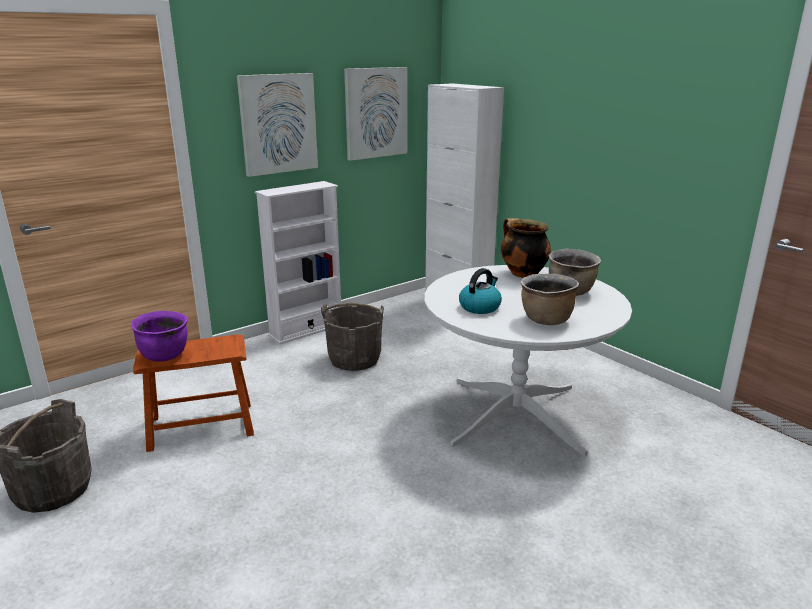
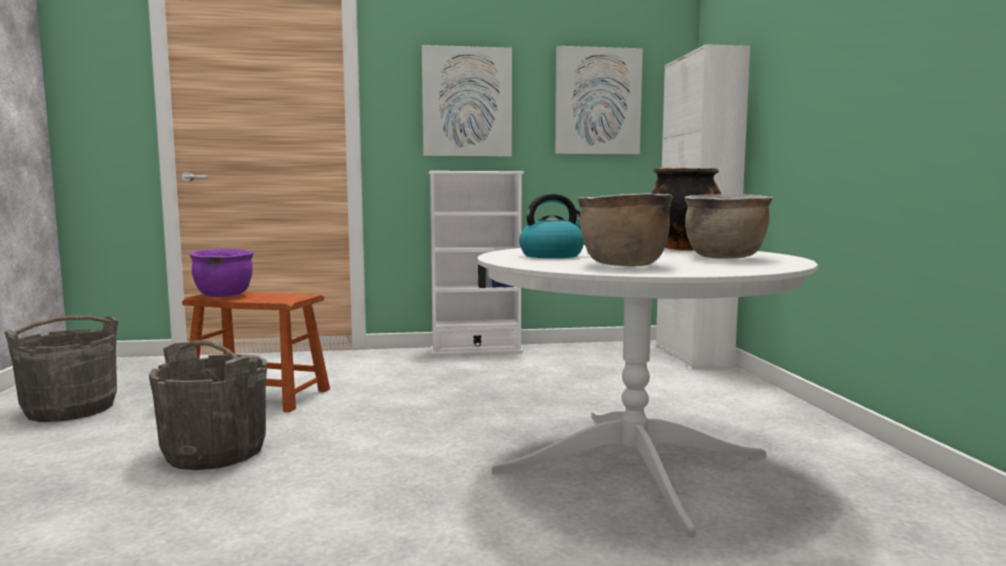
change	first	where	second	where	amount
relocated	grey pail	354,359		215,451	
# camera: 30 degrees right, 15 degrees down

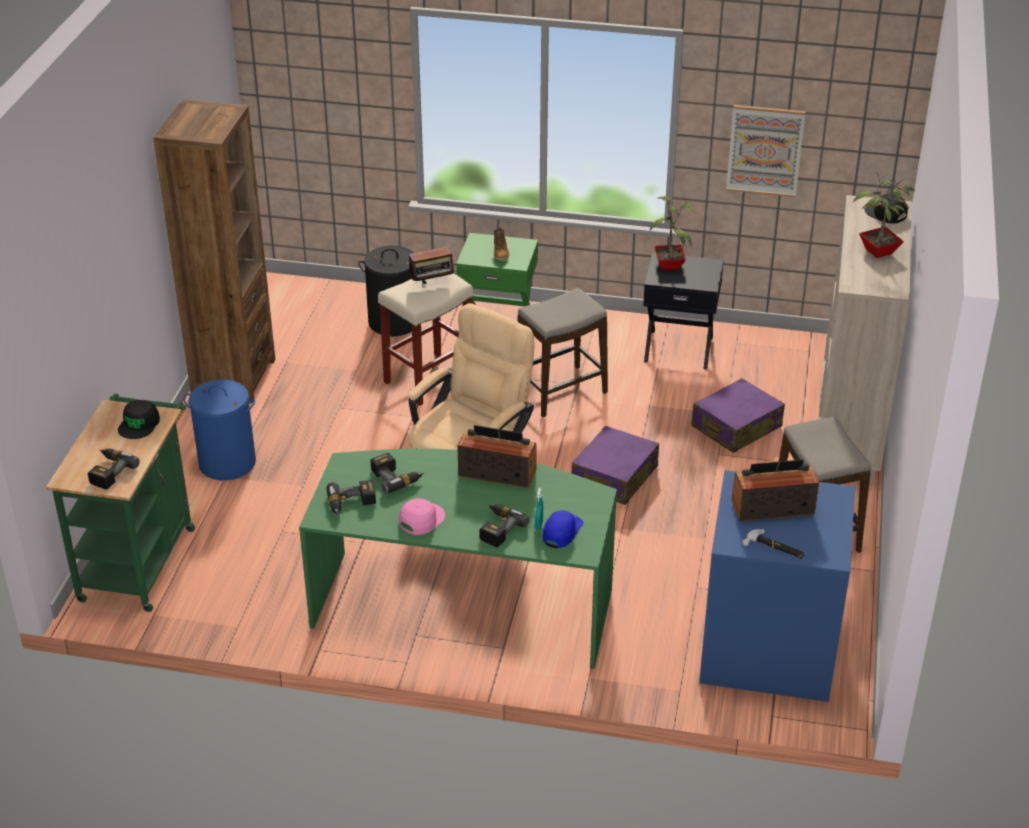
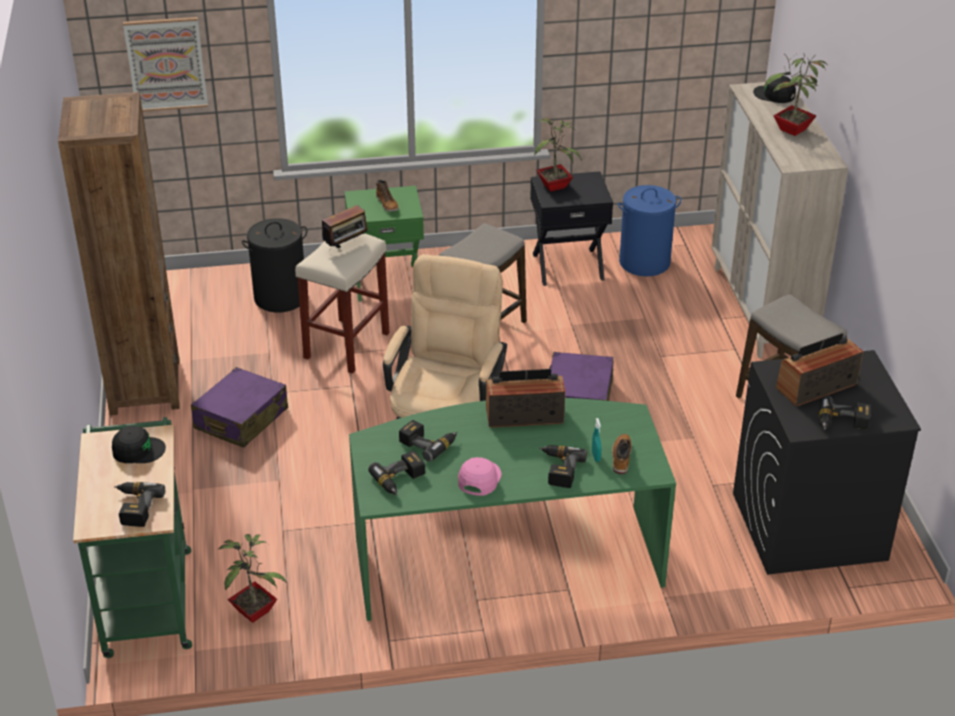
change	first	where	second	where	amount
spun	black cap	139,424		138,450	90 degrees counterclockwise
relocated	wall art	765,150		166,64	
relocated	purplish piece of luggage	736,427		241,419	
appeared			potted plant	255,611	
exchanged	bluish cap	561,531	boot	621,457	
relocated	bluish washing basket	228,463		645,262	
colour	bluish washing machine	767,649	black washing machine	808,526	
exchanged	hand hammer	774,548	electric drill	842,423	
# camera: 20 degrees left, 0 degrees up

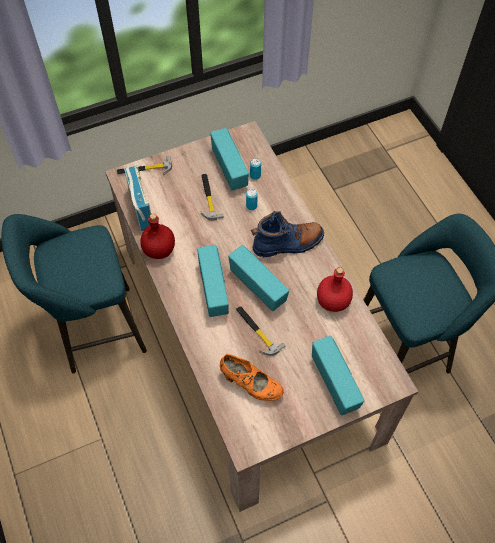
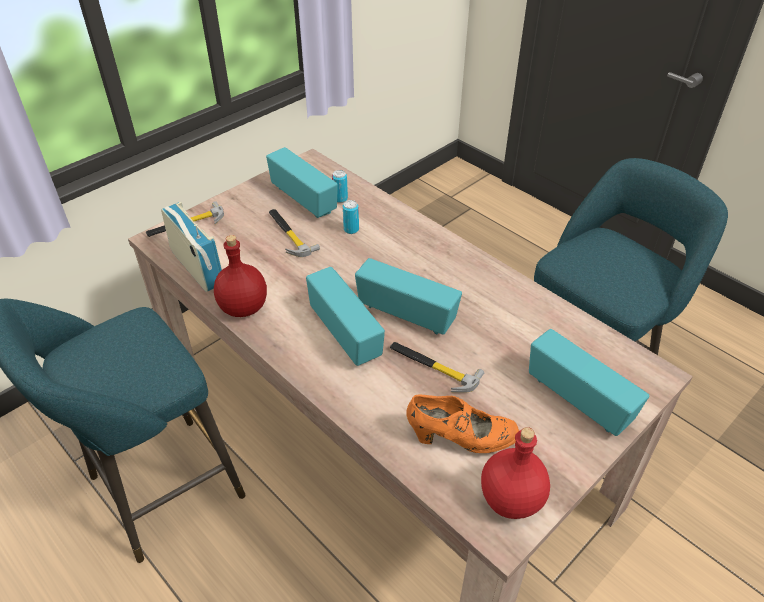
change	first	where	second	where	amount
relocated	red-coloured drink bottle	332,302		511,500	
missing	bluish boot	288,244			
# camera: 20 degrees left, 15 degrees down

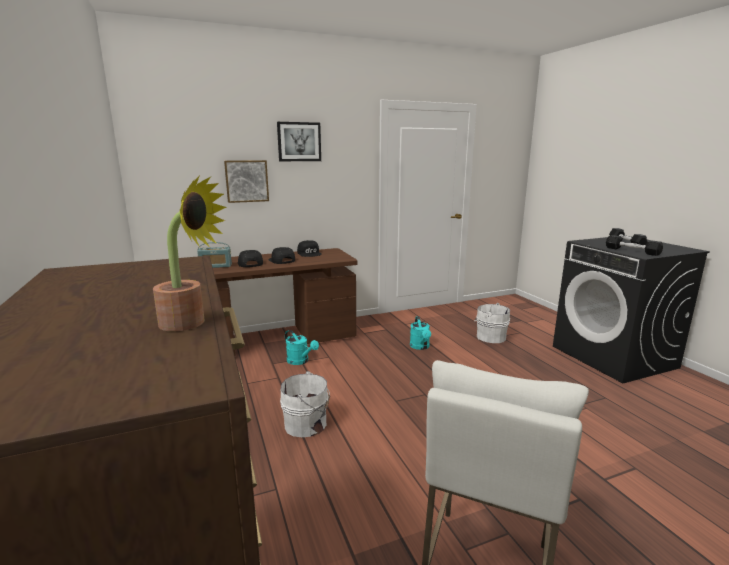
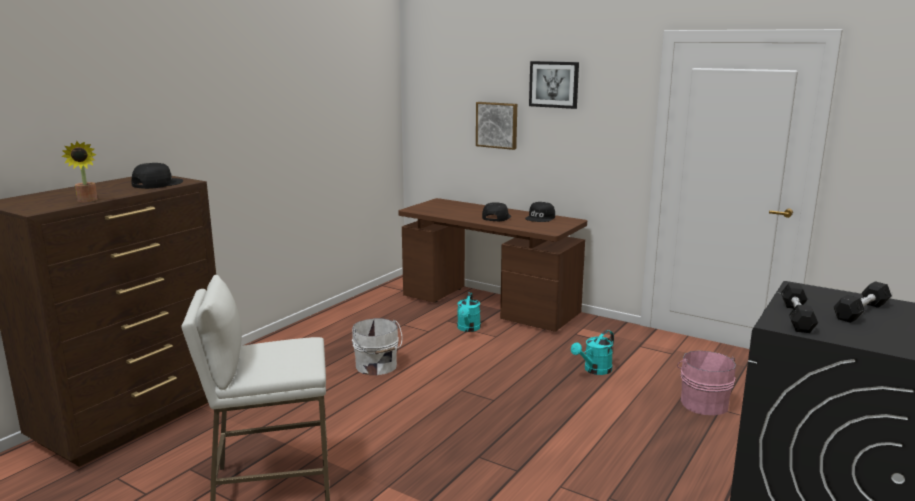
change	first	where	second	where	amount
relocated	black cap	249,263		157,184	
colour	white-coloured pail	489,337	pinkish pail	703,403	
missing	radio	215,266			
# camera: 55 degrees right, 0 degrees up

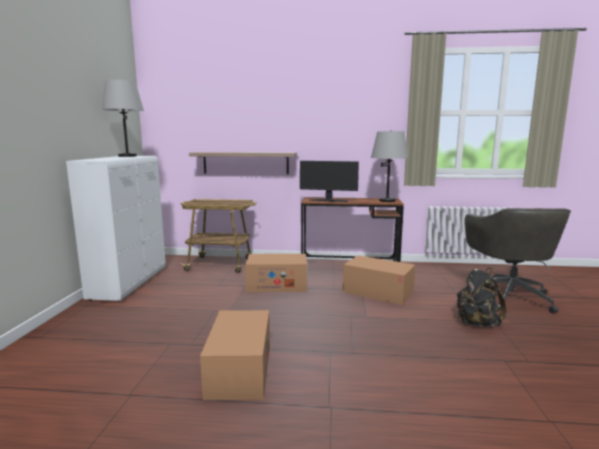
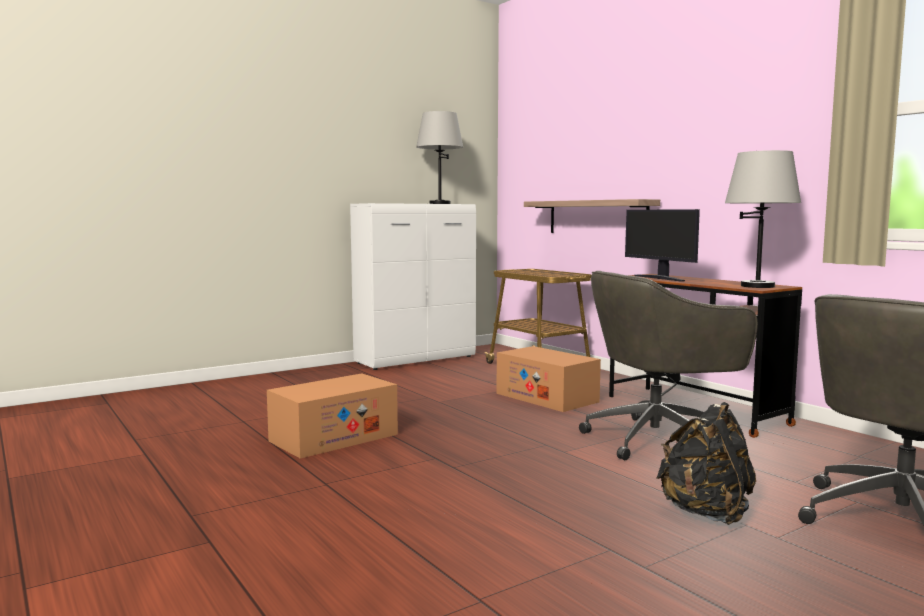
change	first	where	second	where	amount
exchanged	carton	378,292	grey office chair	659,439	
# camera: 50 degrees right, 5 degrees down

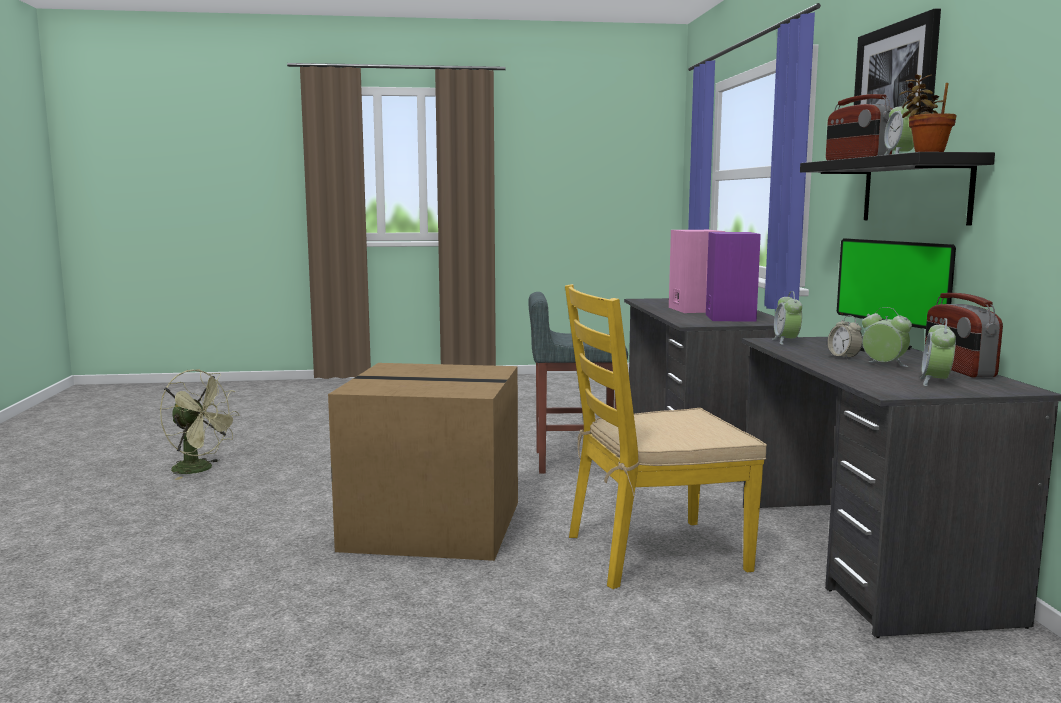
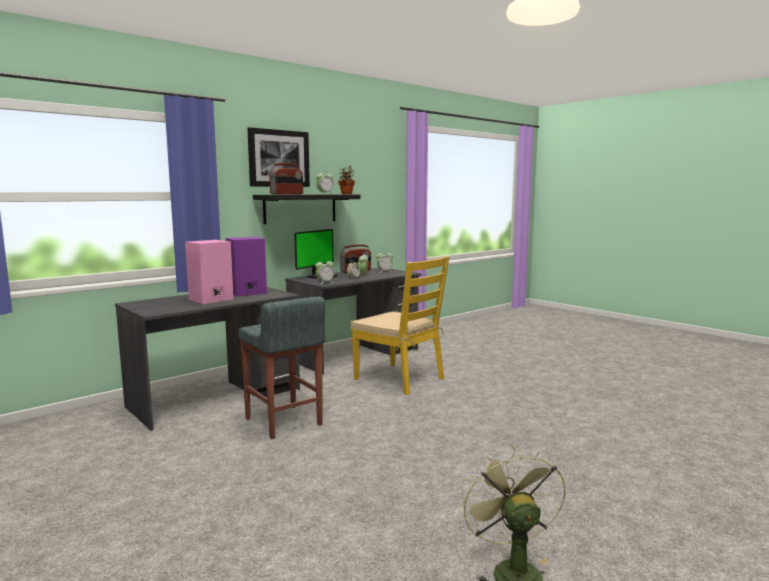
change	first	where	second	where	amount
missing	carton	436,524			
# camera: 125 degrees left, 0 degrees up

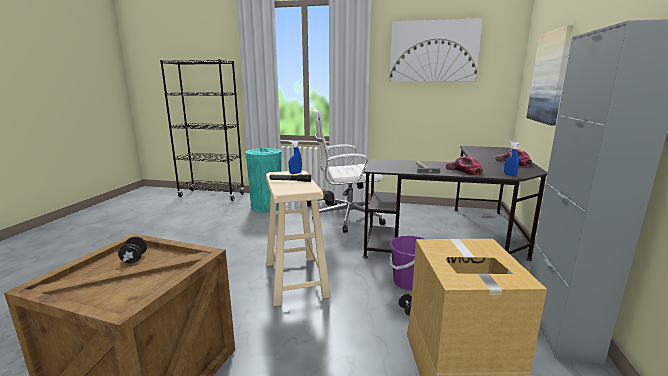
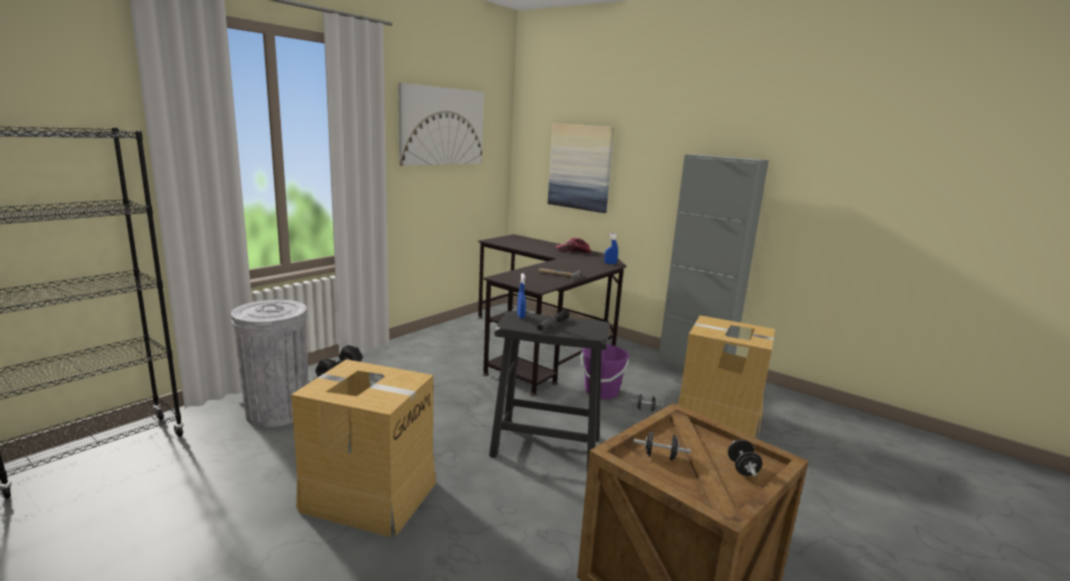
change	first	where	second	where	amount
colour	turquoise rubbish bin	266,207	grey rubbish bin	278,412	
appeared			carton	369,495	
colour	sand-coloured stool	295,279	black stool	547,447	
appeared			black free weight	742,469	
missing	white-coloured office chair	346,218			
missing	cap	463,171			
# camera: 65 degrees left, 0 degrees up

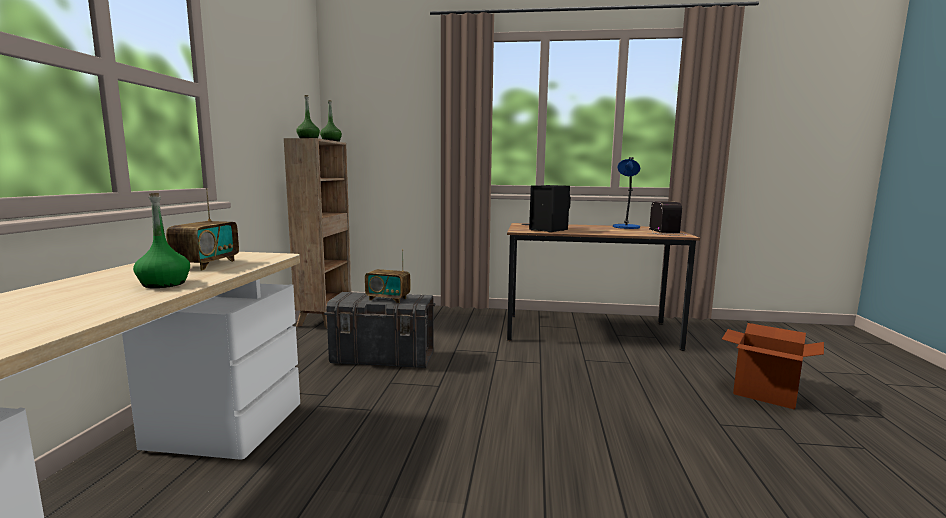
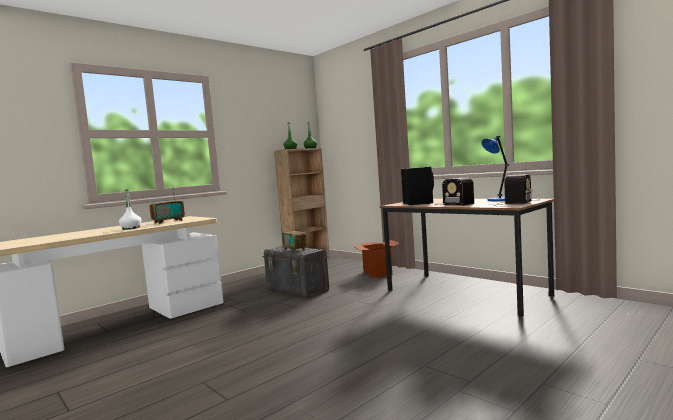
change	first	where	second	where	amount
colour	greenish drink bottle	164,284	white-coloured drink bottle	131,228	
relocated	carton	764,393		377,273	
appeared			radio	452,204	
# camera: 40 degrees right, 5 degrees down

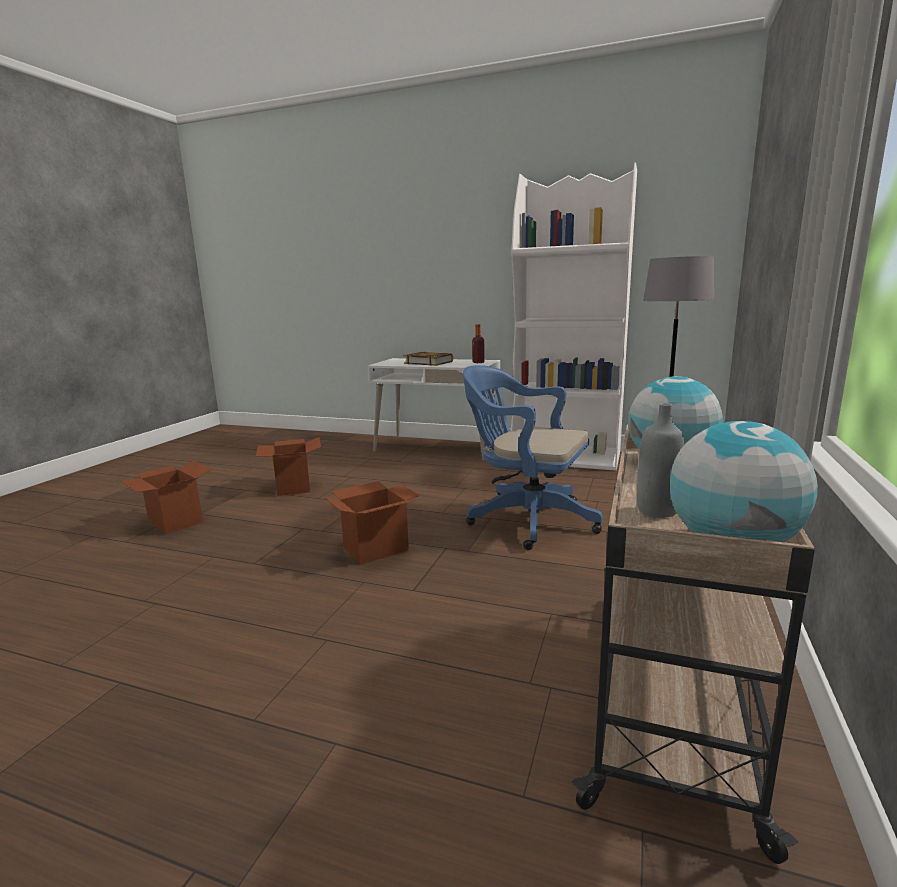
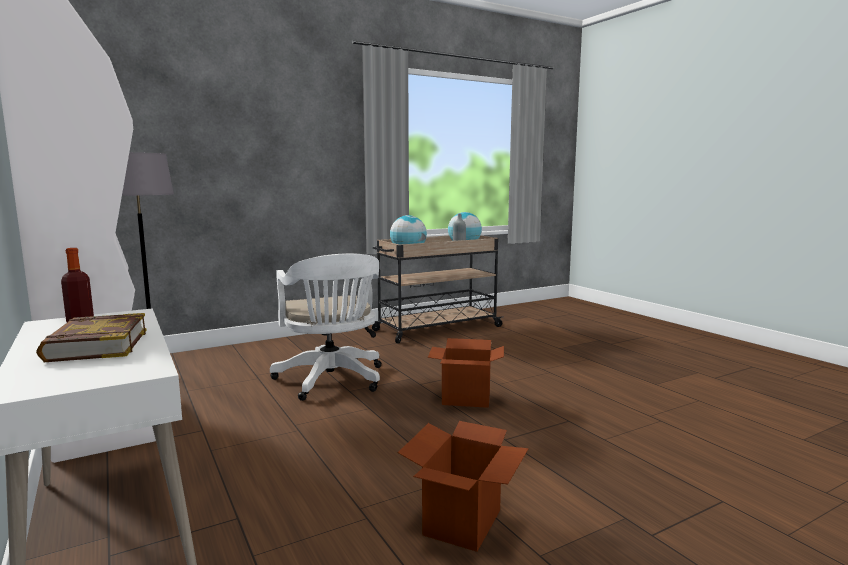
change	first	where	second	where	amount
colour	bluish office chair	526,519	white-coloured office chair	332,381	
missing	carton	175,522			
# camera: 140 degrees left, 5 degrees down

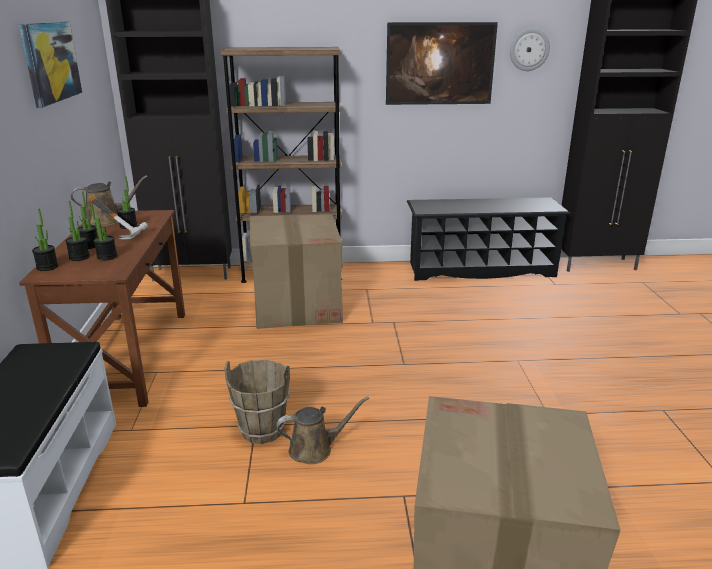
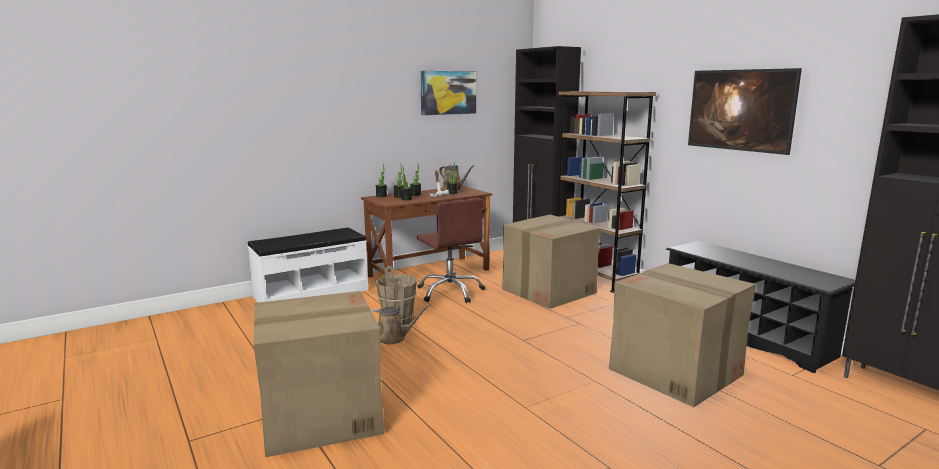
change	first	where	second	where	amount
spun	brown-coloured sprinkling can	315,449		394,338	45 degrees counterclockwise
appeared			brown-coloured office chair	450,292	
appeared			carton	676,372	
missing	hanging clock	529,49			
# camera: 60 degrees right, 10 degrees down

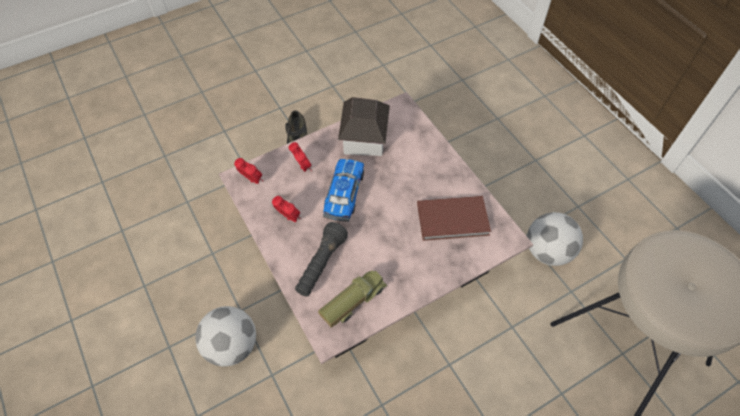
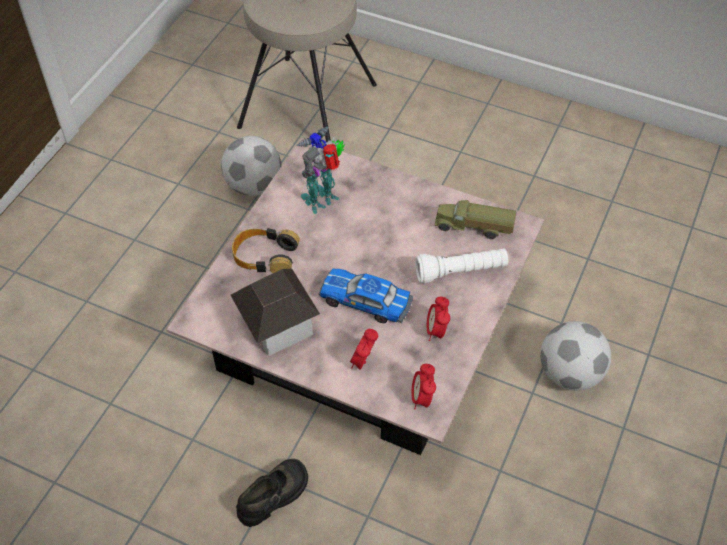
change	first	where	second	where	amount
appeared			pair of headphones	265,256	
exchanged	brown-coloured bound book	454,220	model robot	323,200	
spun	miniature car	344,194		366,302	45 degrees clockwise
colour	black hand torch	321,265	white-coloured hand torch	461,272	
# camera: 125 degrees left, 5 degrees down

